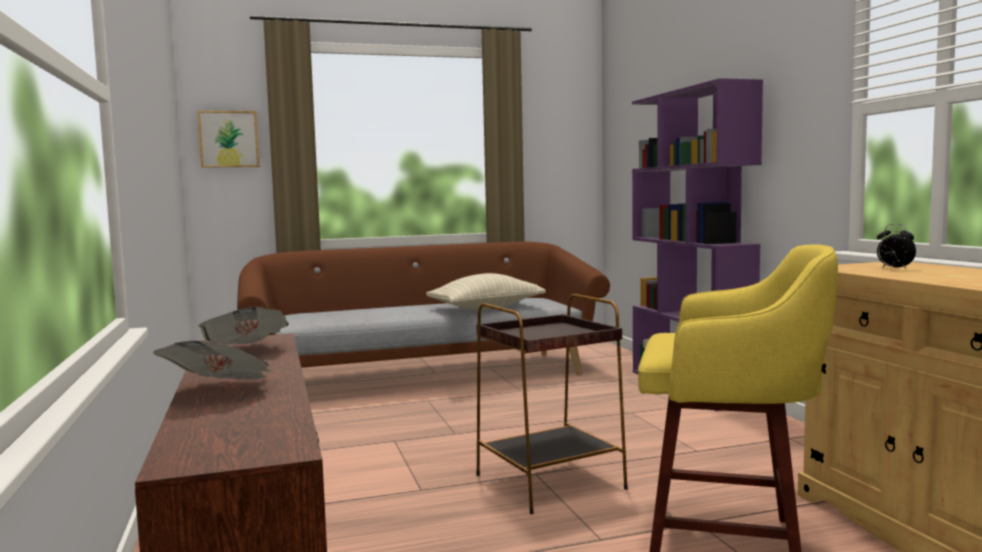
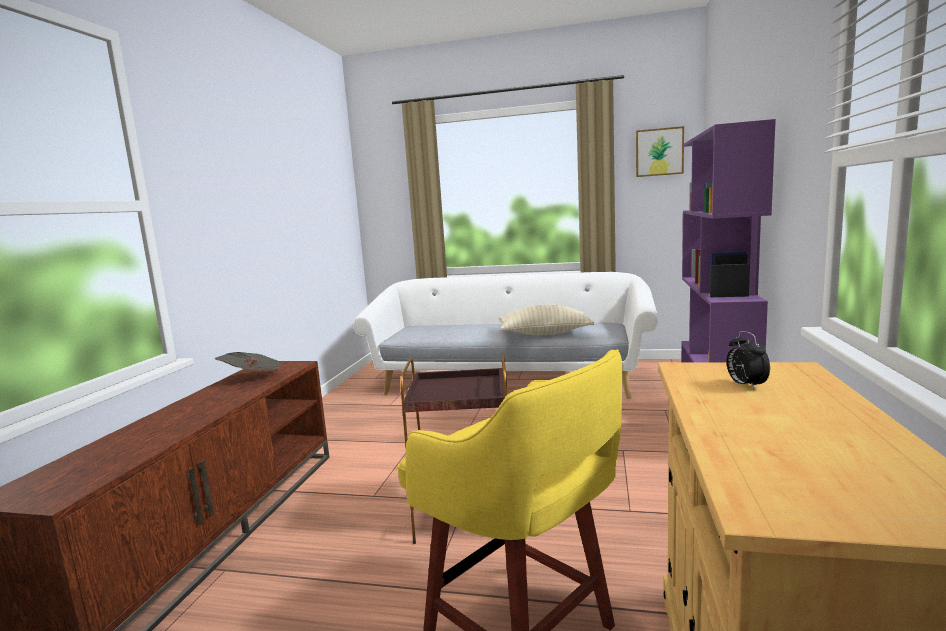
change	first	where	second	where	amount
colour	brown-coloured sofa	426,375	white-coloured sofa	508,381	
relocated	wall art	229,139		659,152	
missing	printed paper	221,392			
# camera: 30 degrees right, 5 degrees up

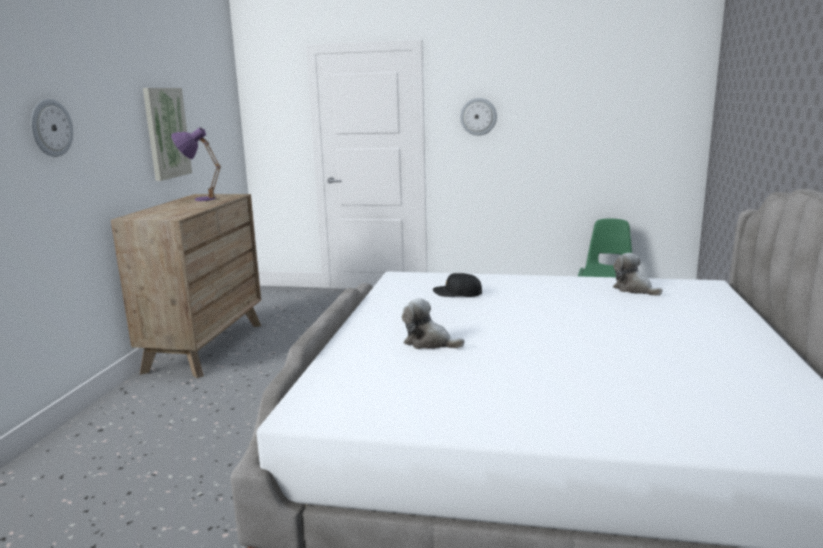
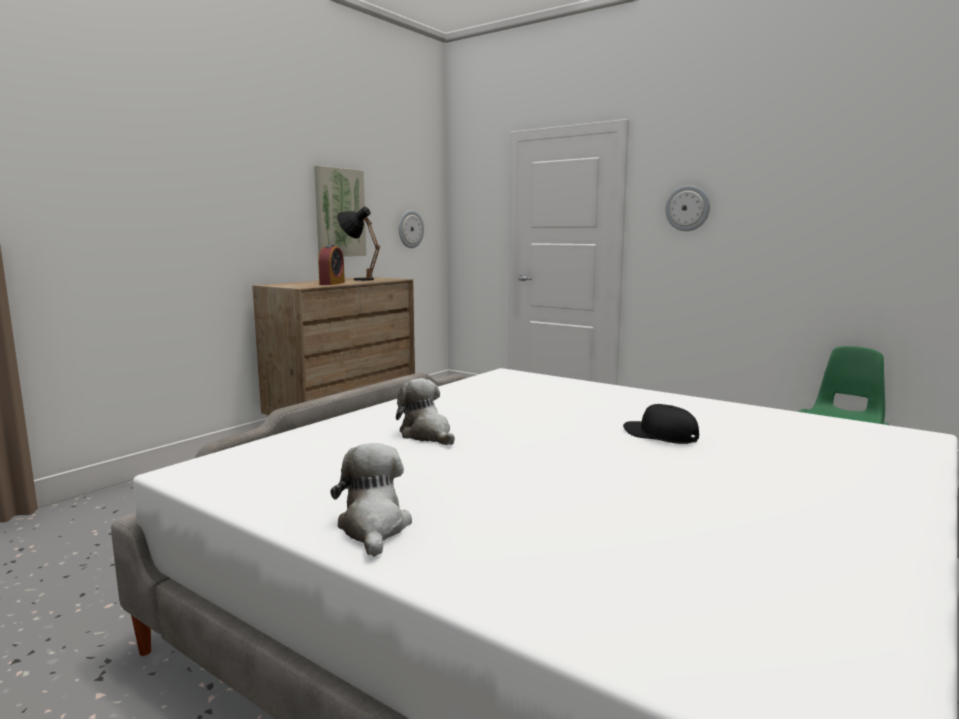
change	first	where	second	where	amount
appeared			table clock	332,283	
relocated	soft toy	634,289		373,528	
colour	purplish table lamp	198,199	black table lamp	358,279	
relocated	hanging clock	50,128		410,229	
relocated	black cap	457,293		660,435	
# camera: 25 degrees right, 5 degrees down

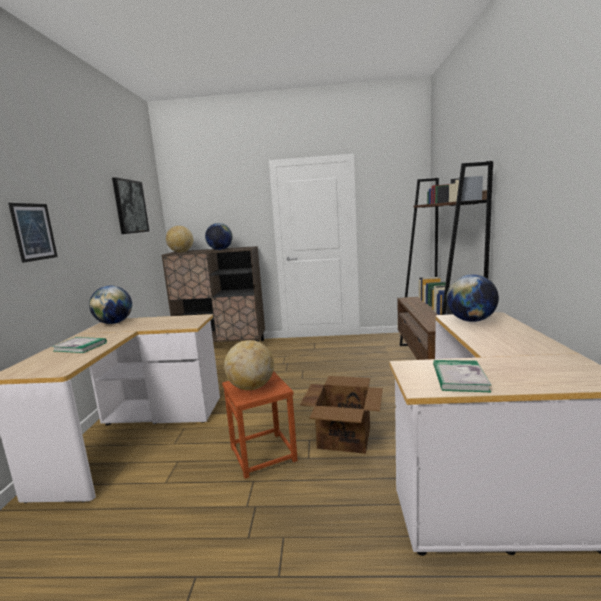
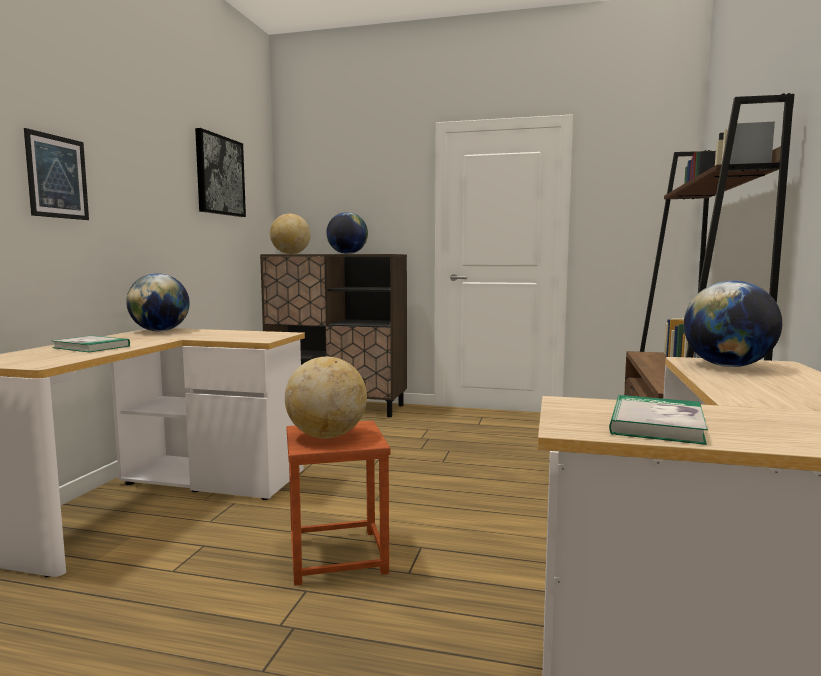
change	first	where	second	where	amount
missing	carton	345,436			
# camera: 10 degrees right, 5 degrees down

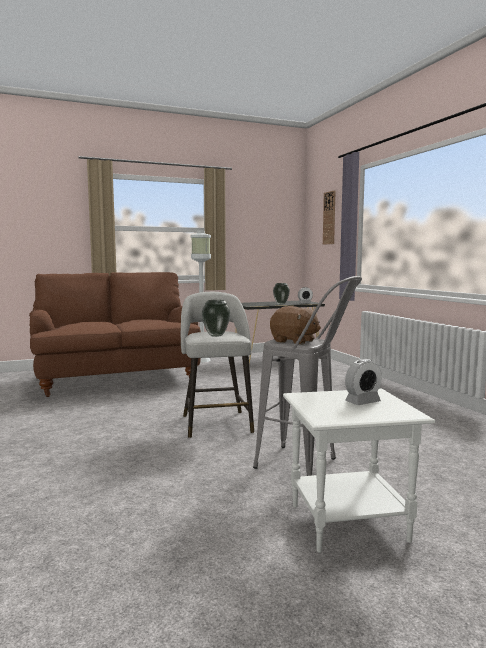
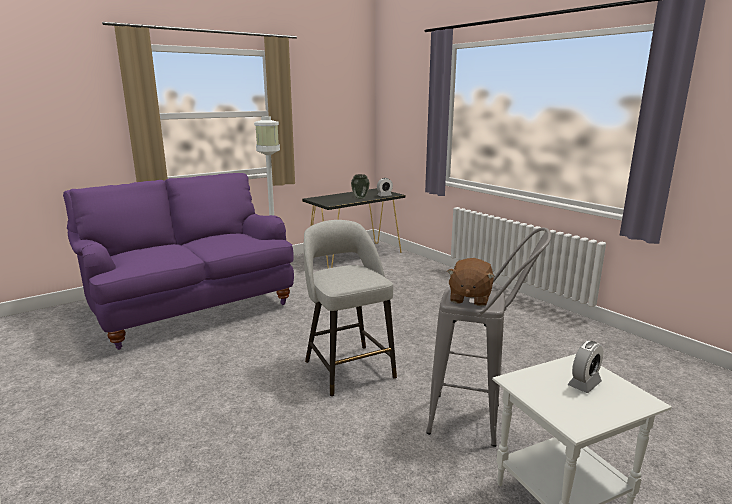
change	first	where	second	where	amount
colour	brown-coloured sofa	117,378	purplish sofa	190,307	
spun	brown-coloured soft toy	294,341		469,298	90 degrees clockwise
missing	decorative vase	215,335			
missing	hanging clock	329,218			
# camera: 15 degrees left, 10 degrees up

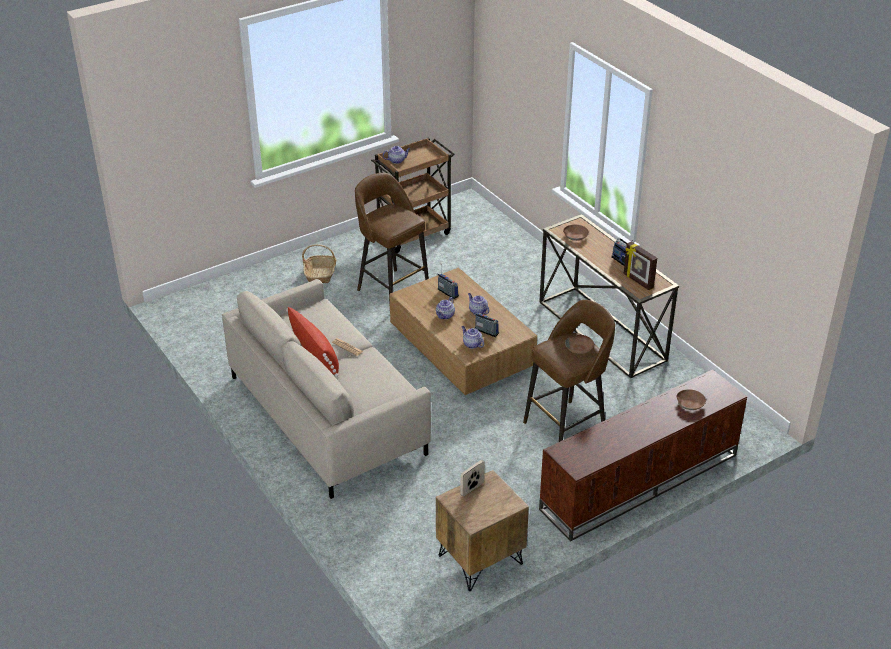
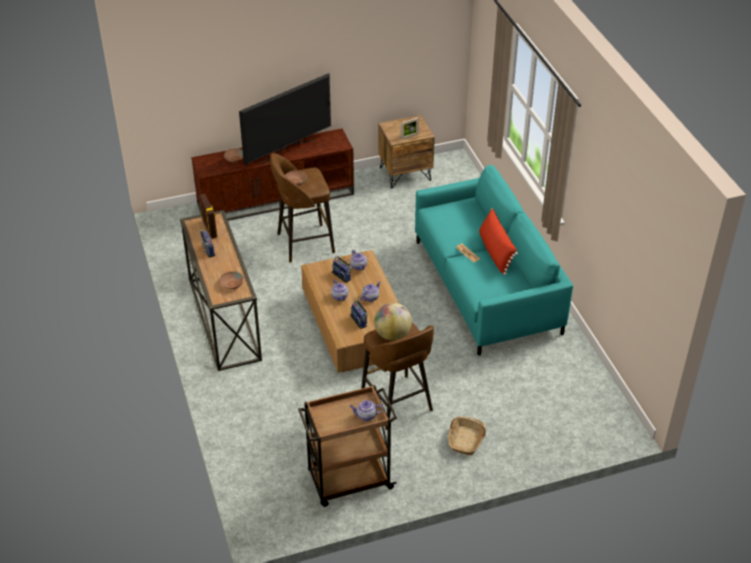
change	first	where	second	where	amount
appeared			TV	288,151	
appeared			desk globe	392,334	
colour	sand-coloured sofa	327,413	turquoise sofa	486,287	
# camera: 165 degrees left, 5 degrees up

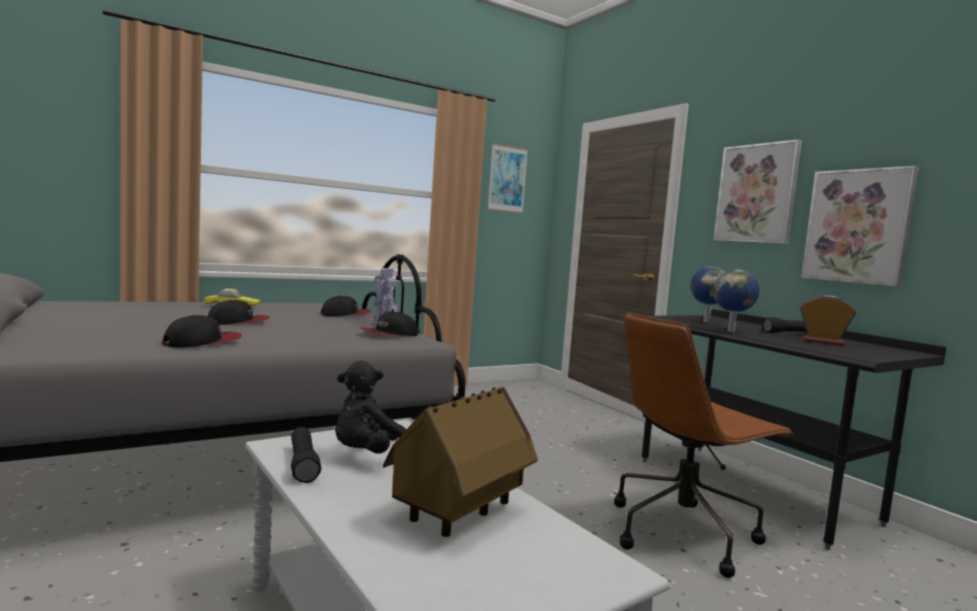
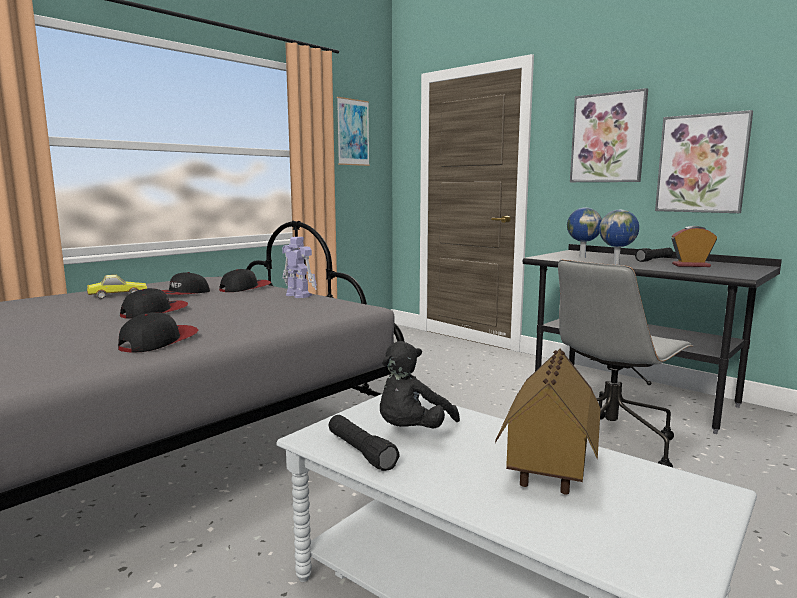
change	first	where	second	where	amount
relocated	cap	389,334		183,294	
colour	brown-coloured office chair	683,532	grey office chair	610,442	
# camera: 15 degrees left, 5 degrees up

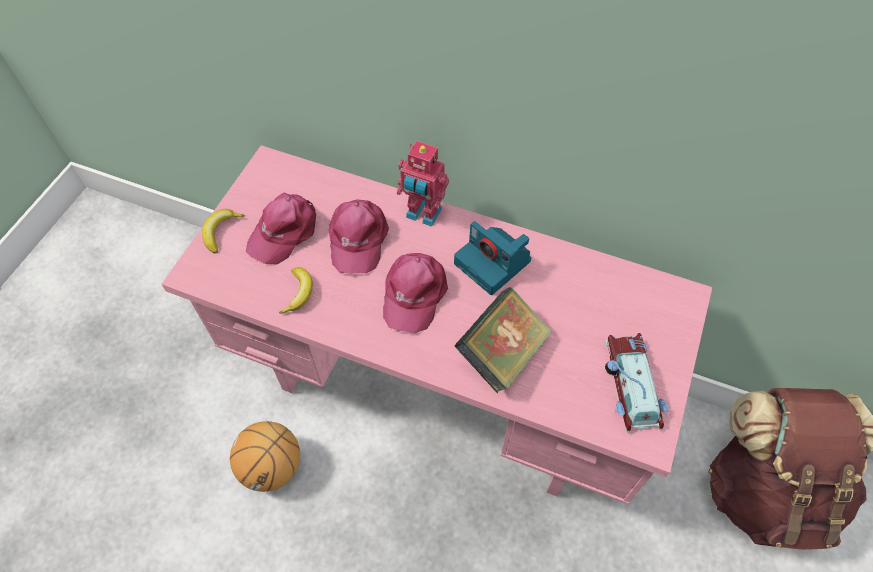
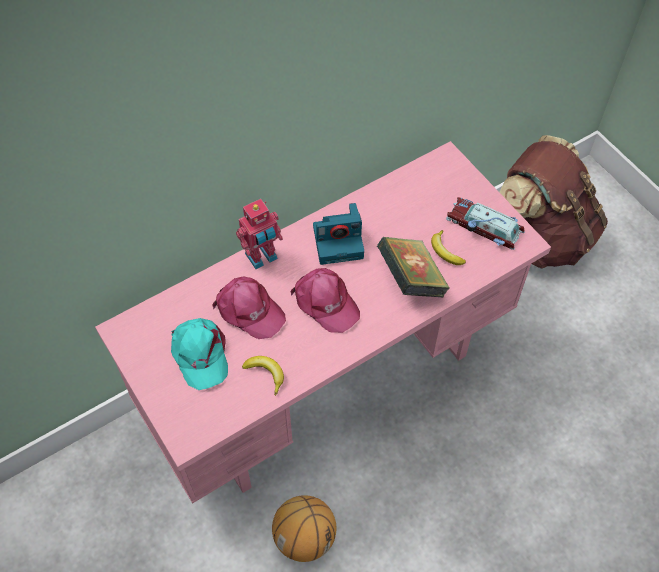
change	first	where	second	where	amount
colour	pinkish cap	284,231	turquoise cap	200,354	
relocated	whole banana	220,231		445,252	
# camera: 55 degrees left, 0 degrees up

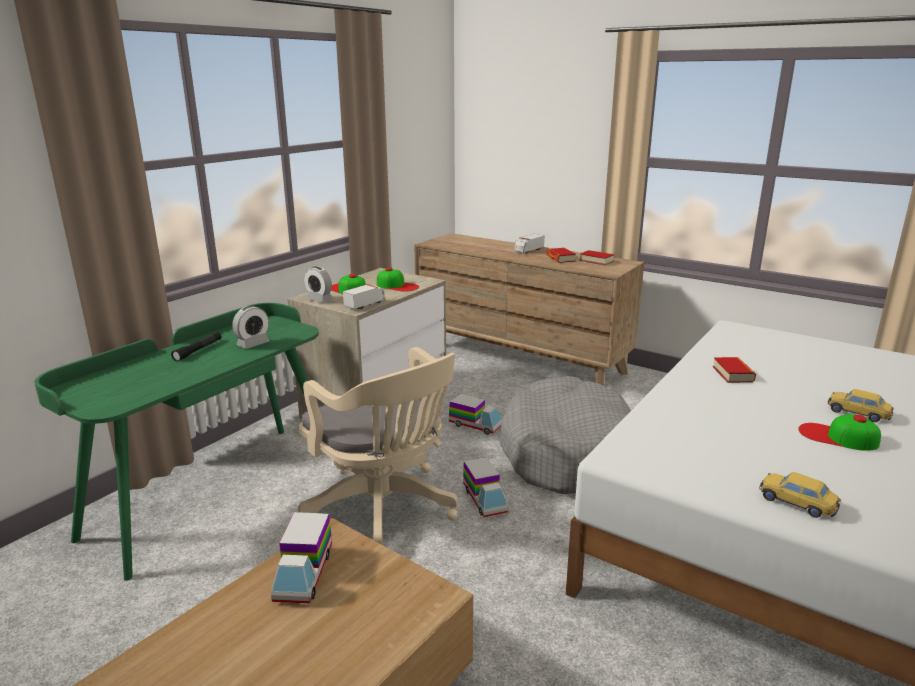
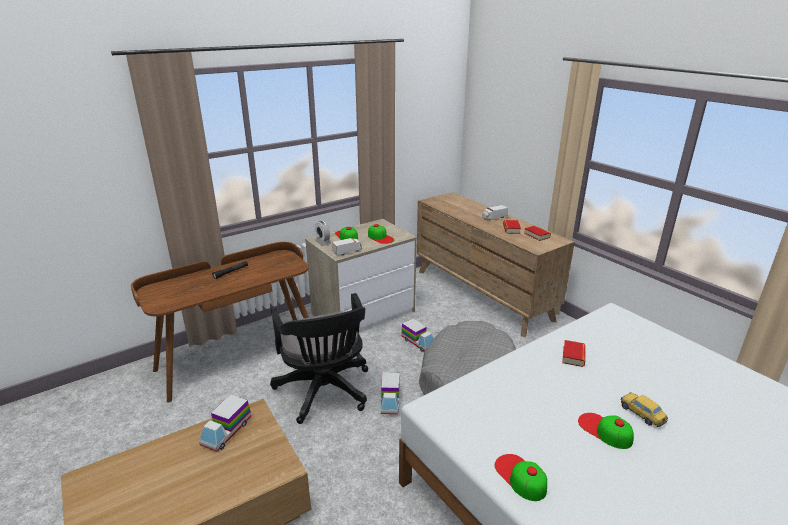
change	first	where	second	where	amount
colour	greenish desk table	216,491	brown-coloured desk table	238,356	
colour	sand-coloured office chair	385,510	black office chair	325,393	
exchanged	miniature car	796,504	cap	520,476	
missing	table clock	253,344			
# camera: 20 degrees right, 5 degrees up

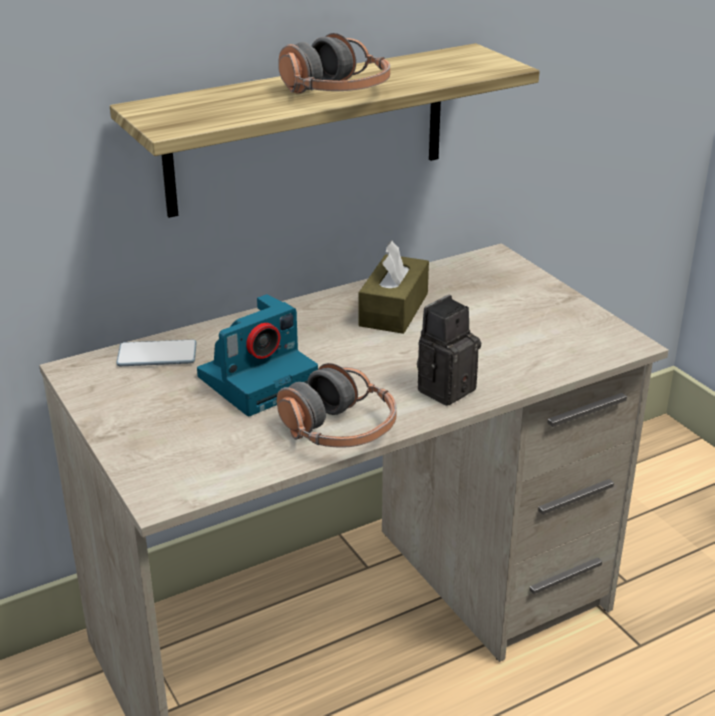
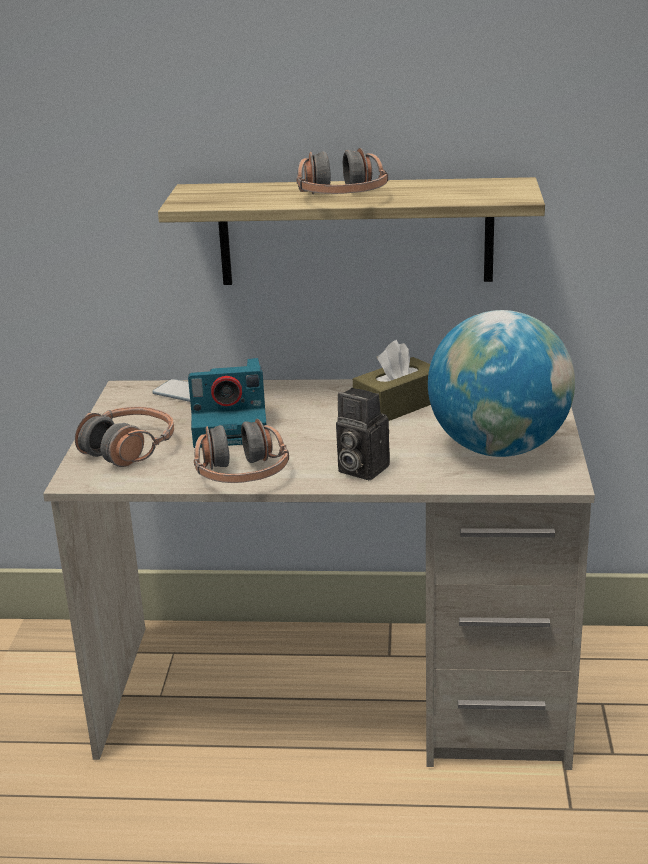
change	first	where	second	where	amount
appeared			pair of headphones	128,449	
spun	photo camera	445,387		359,469	135 degrees counterclockwise
appeared			desk globe	498,448	
# camera: 35 degrees right, 5 degrees down

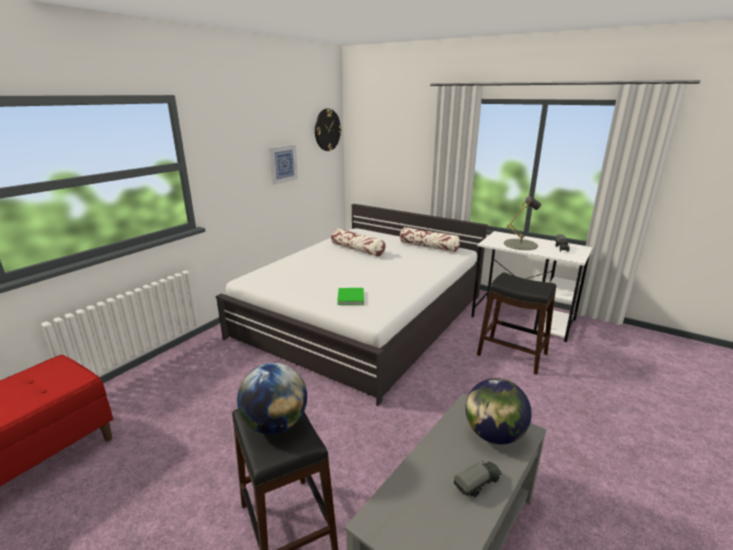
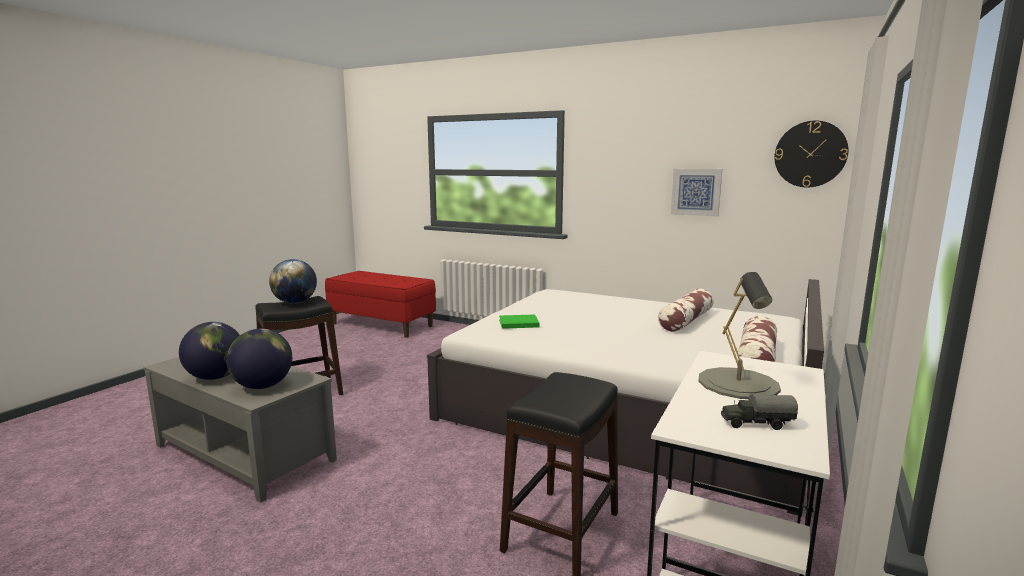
change	first	where	second	where	amount
exchanged	model truck	477,484	desk globe	216,377	
# camera: 85 degrees right, 10 degrees down

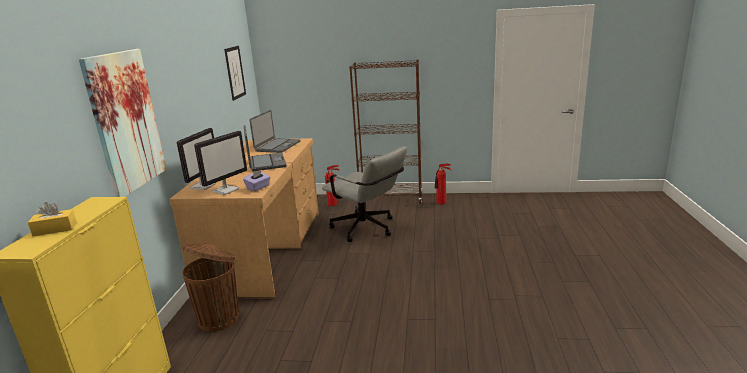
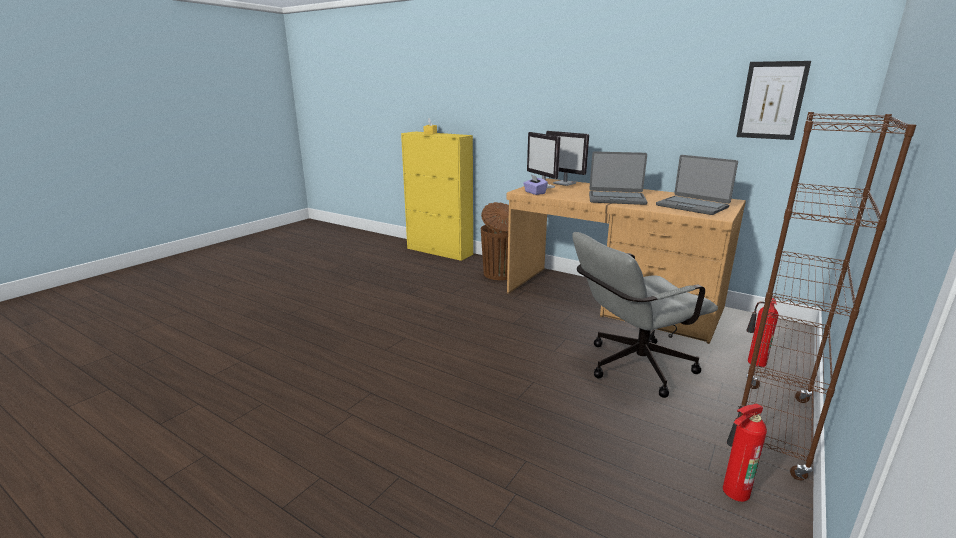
change	first	where	second	where	amount
missing	wall art	125,121			
# camera: 115 degrees right, 0 degrees up

